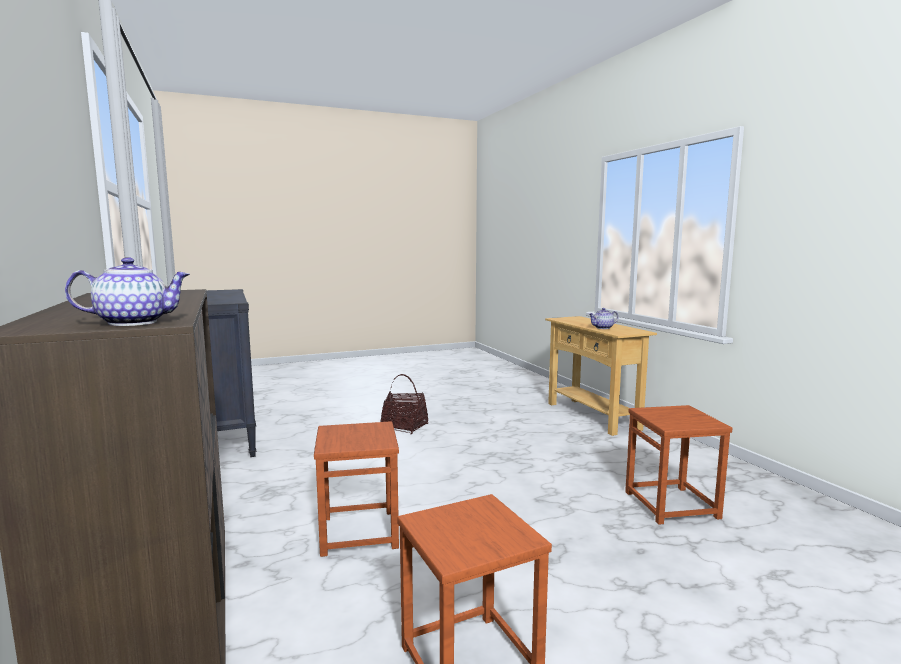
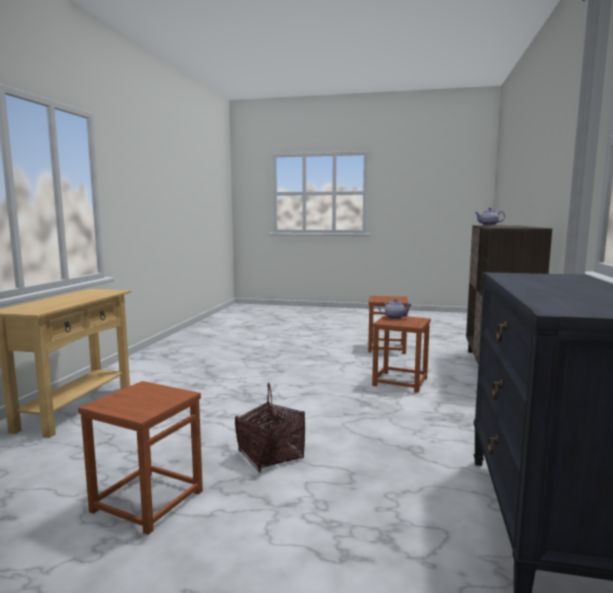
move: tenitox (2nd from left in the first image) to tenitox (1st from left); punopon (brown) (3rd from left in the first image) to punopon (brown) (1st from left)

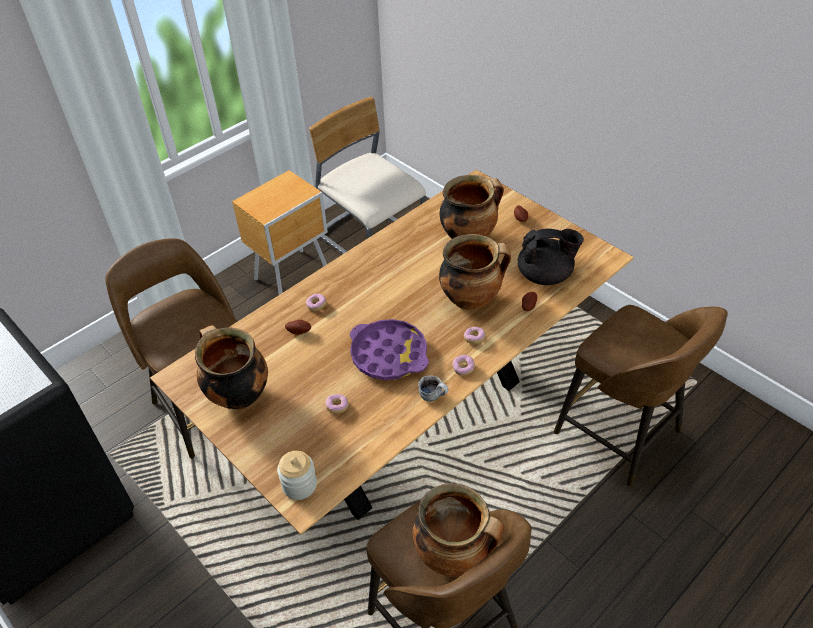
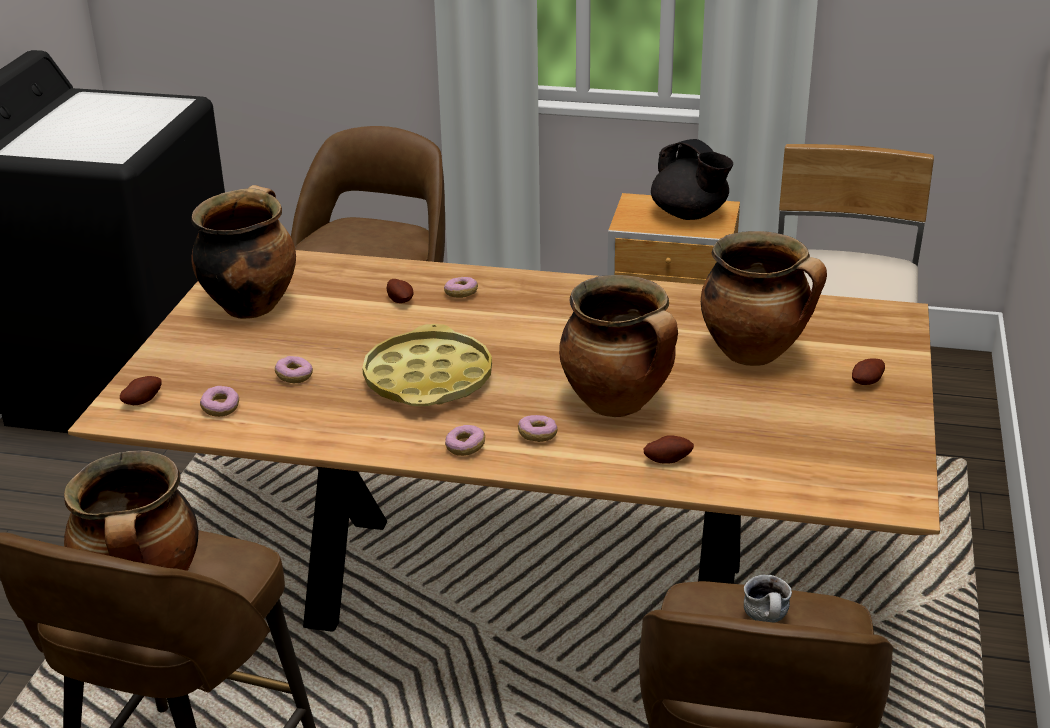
insert: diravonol (1st from left)
move: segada; tenitox (black)
replace: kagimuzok to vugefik (1st from left)
recolor: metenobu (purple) to metenobu (yellow)

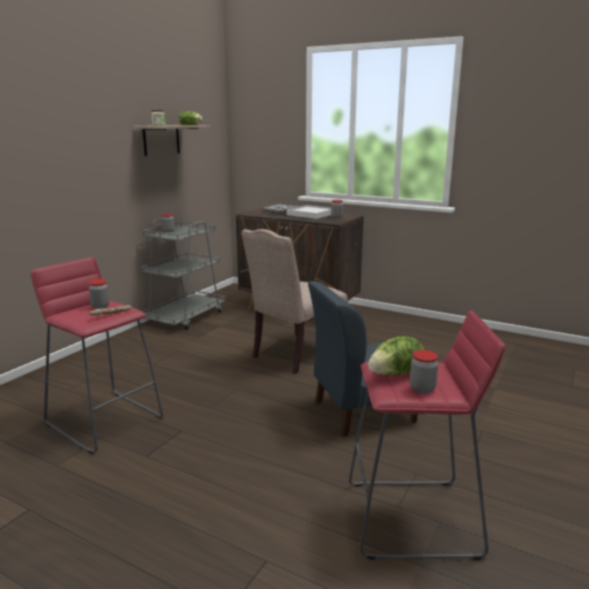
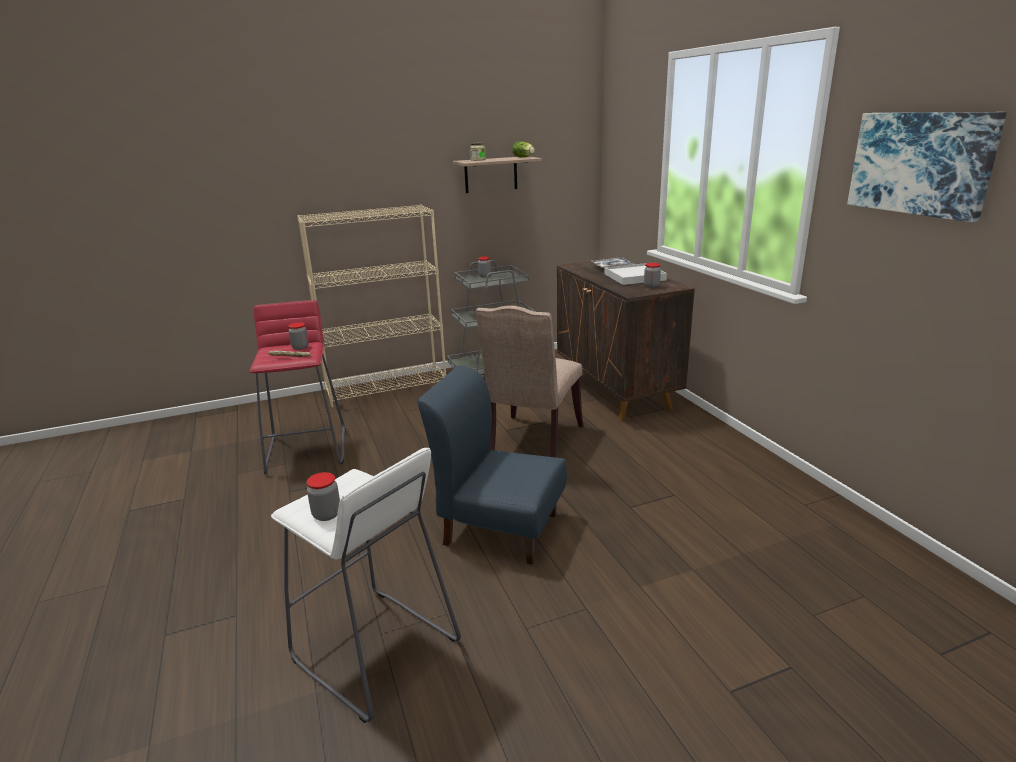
delete: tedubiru (2nd from left)
insert: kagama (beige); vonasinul
recolor: punopon (red) (2nd from left) to punopon (white)
rotate: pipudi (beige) 60 degrees counterclockwise

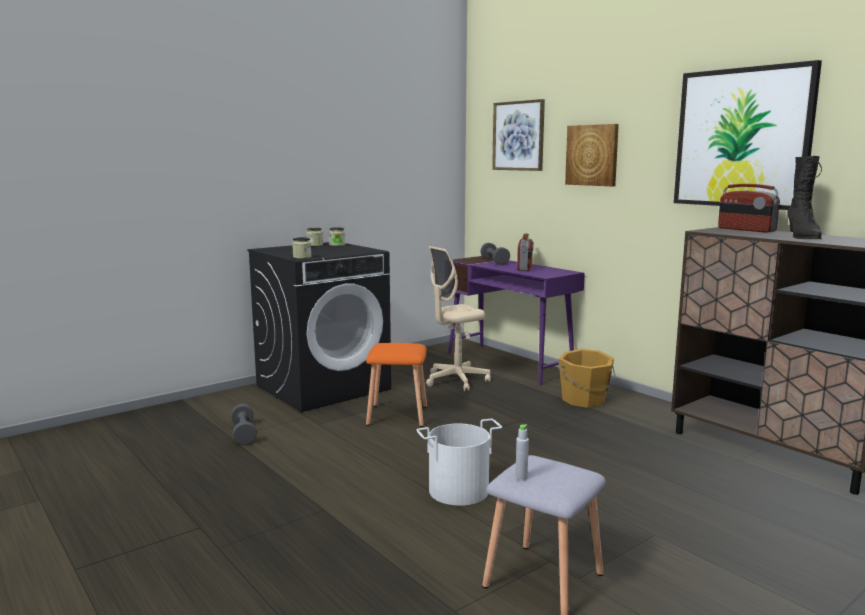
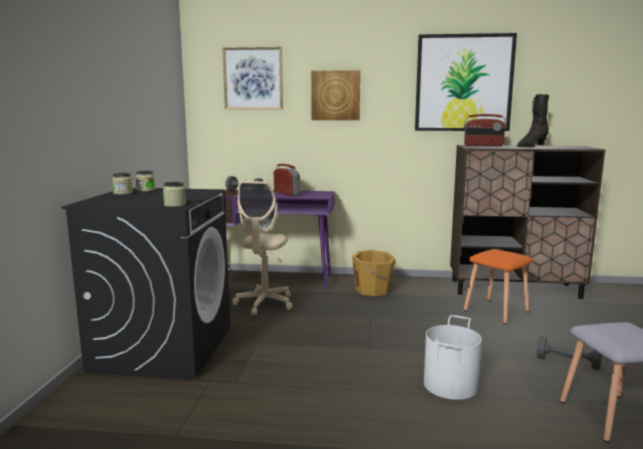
delete: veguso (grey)
move: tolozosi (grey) (1st from left in the first image) to tolozosi (grey) (2nd from left); punopon (orange)
rotate: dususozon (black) 90 degrees clockwise

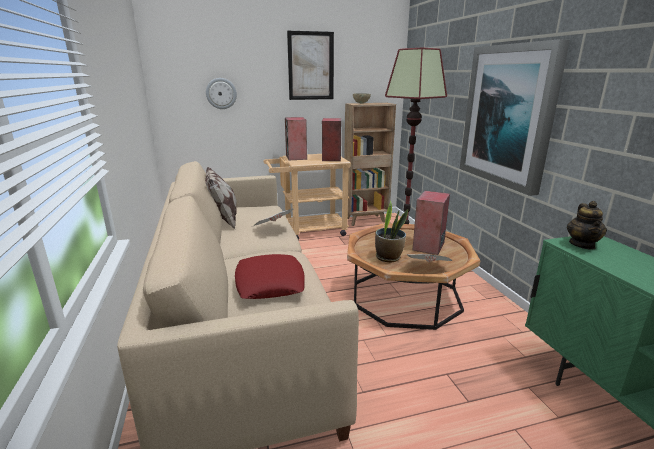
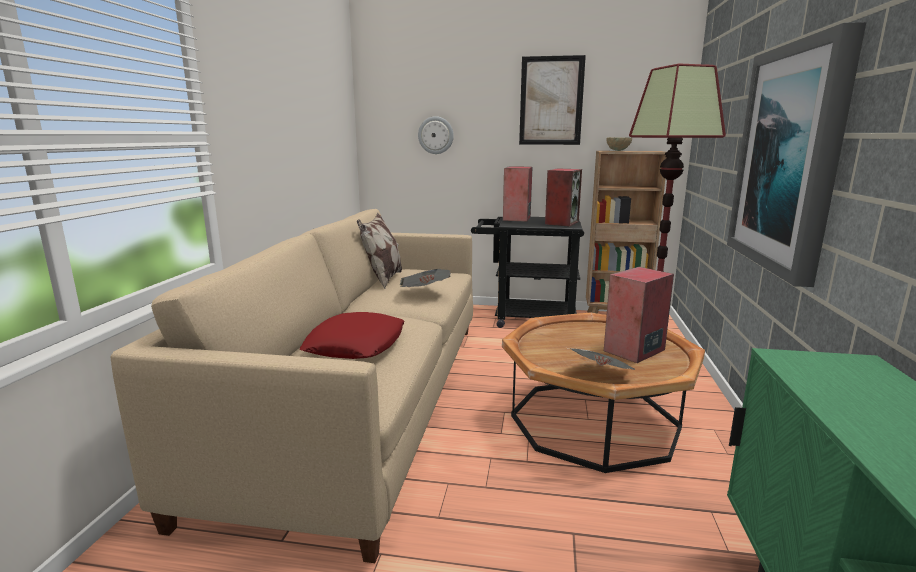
delete: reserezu; tenitox
recolor: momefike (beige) to momefike (black)

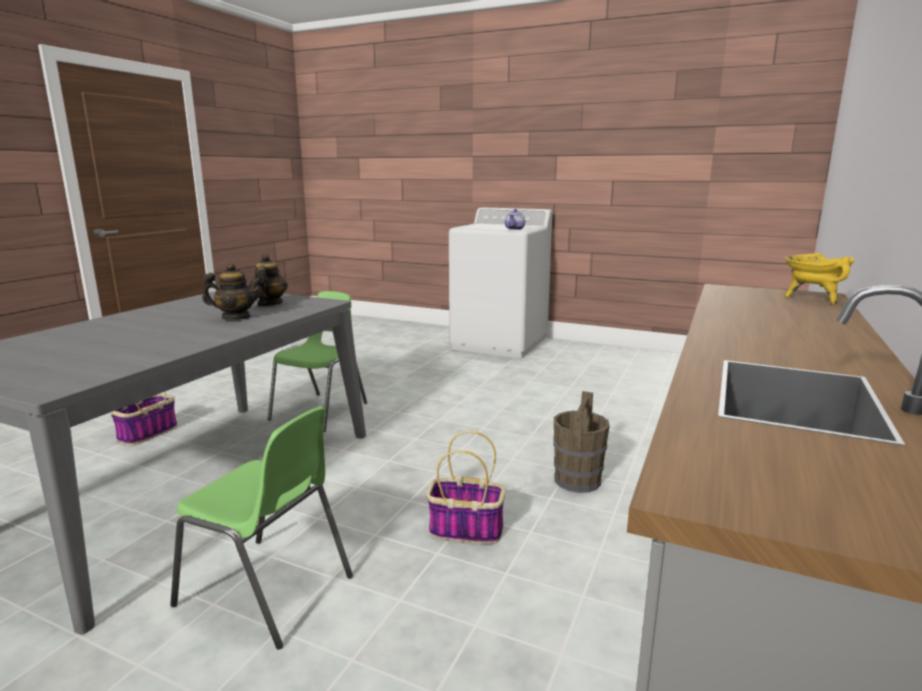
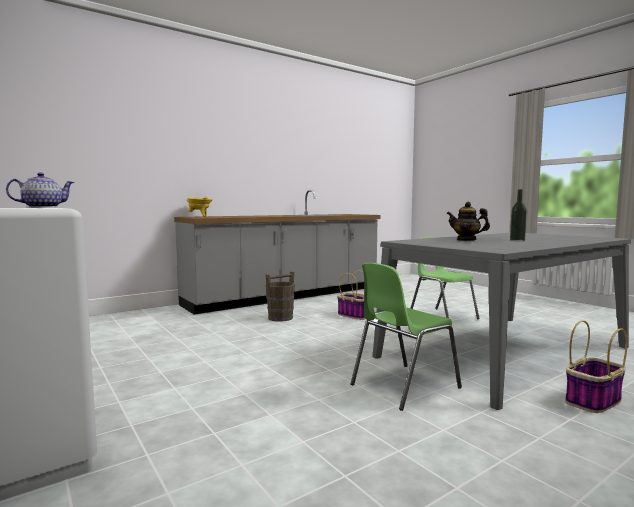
delete: tenitox (2nd from left)
insert: veguso

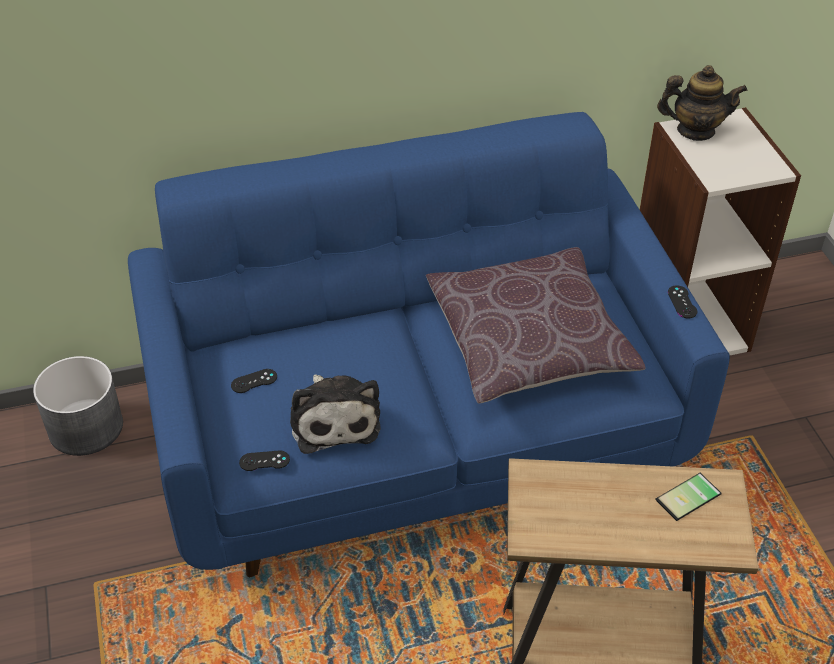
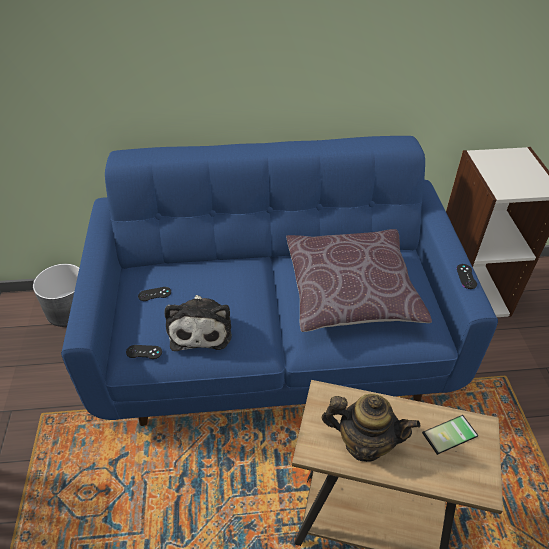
move: tenitox

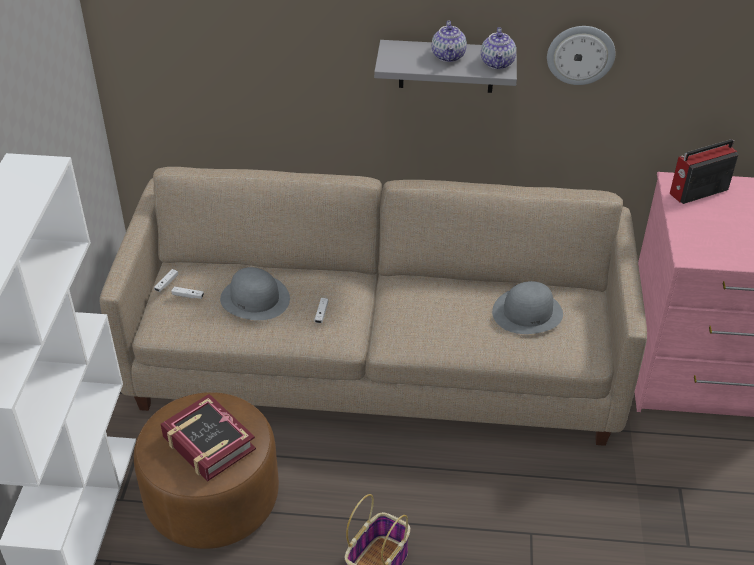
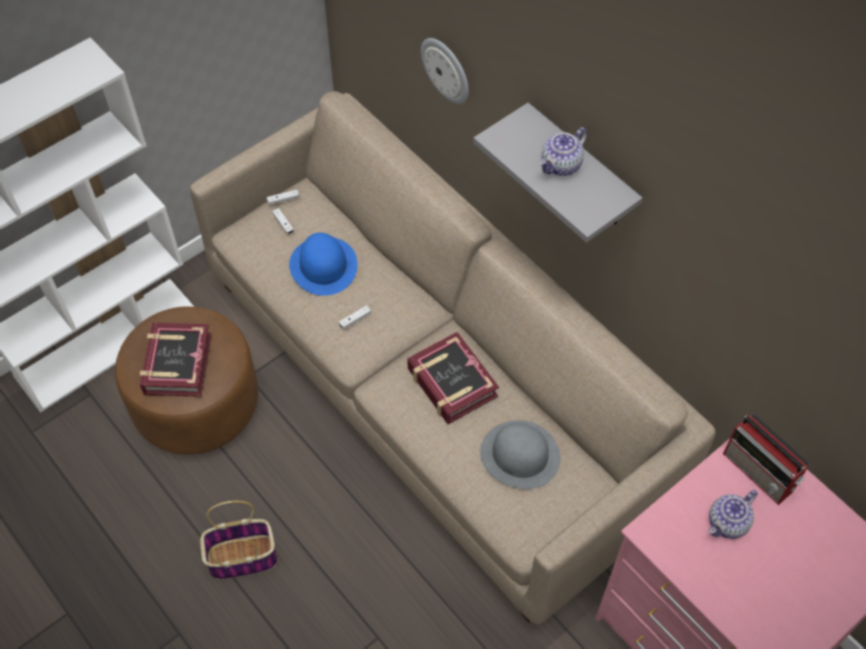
insert: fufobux (2nd from left)
move: tenitox (2nd from left); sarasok
recolor: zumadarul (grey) (1st from left) to zumadarul (blue)
rotate: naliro 150 degrees counterclockwise

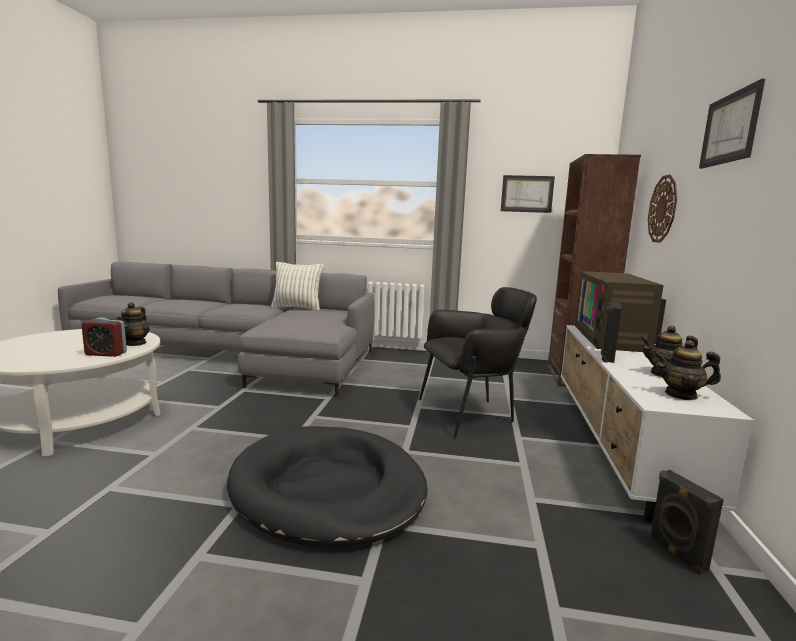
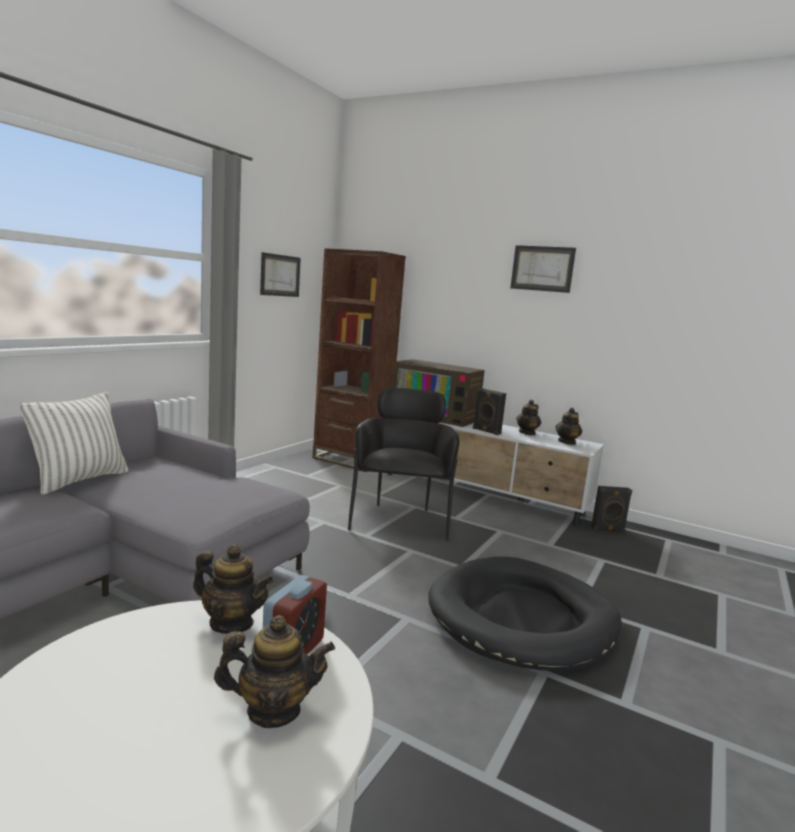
delete: sarasok
insert: tenitox (2nd from left)

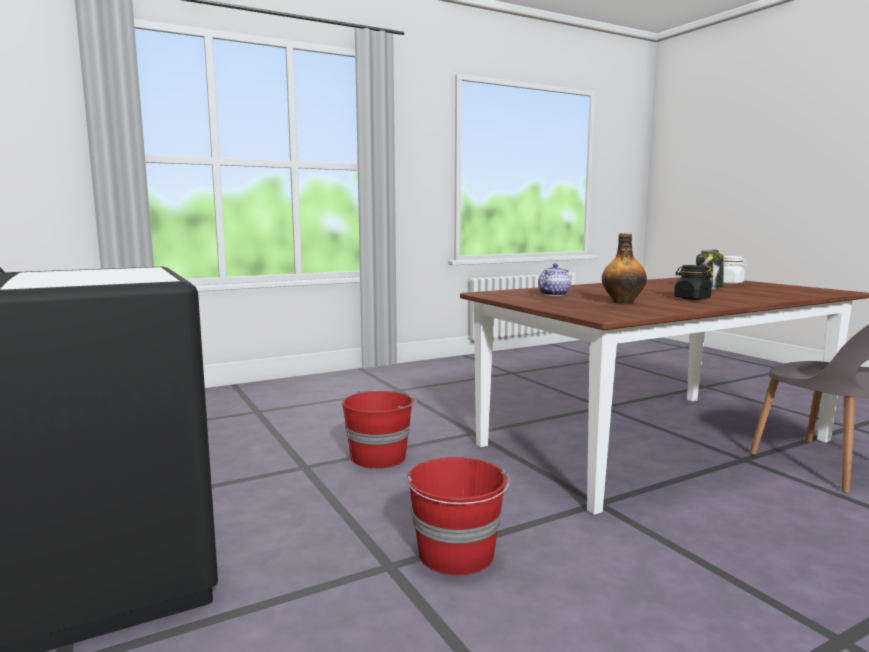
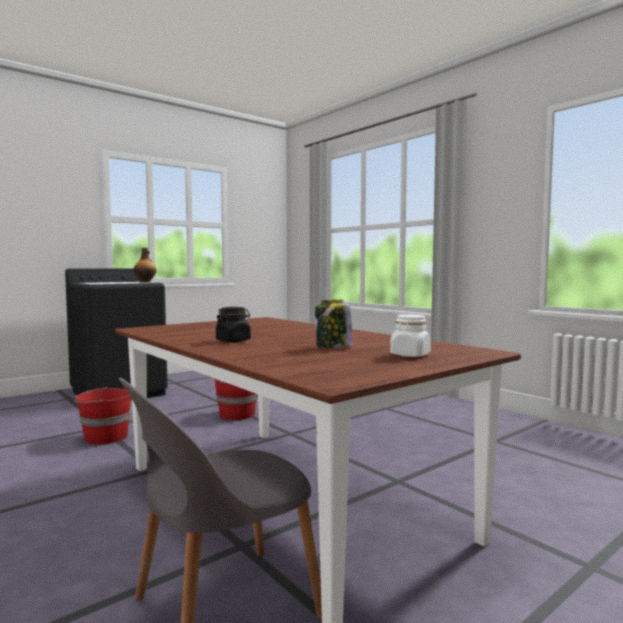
delete: tenitox
move: veguso

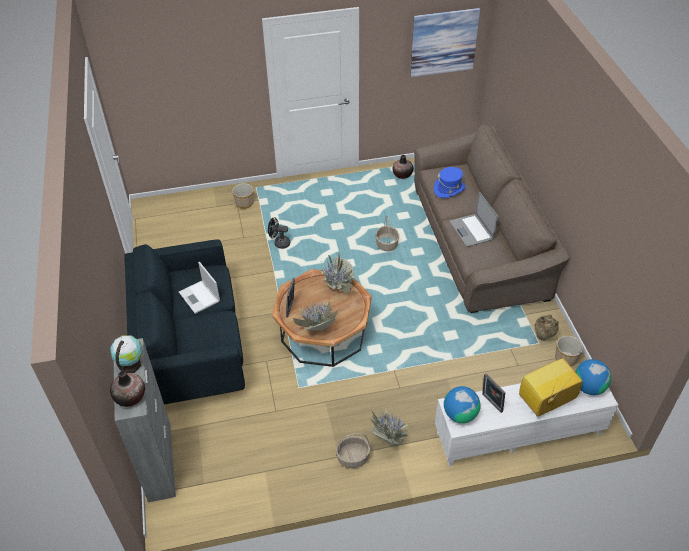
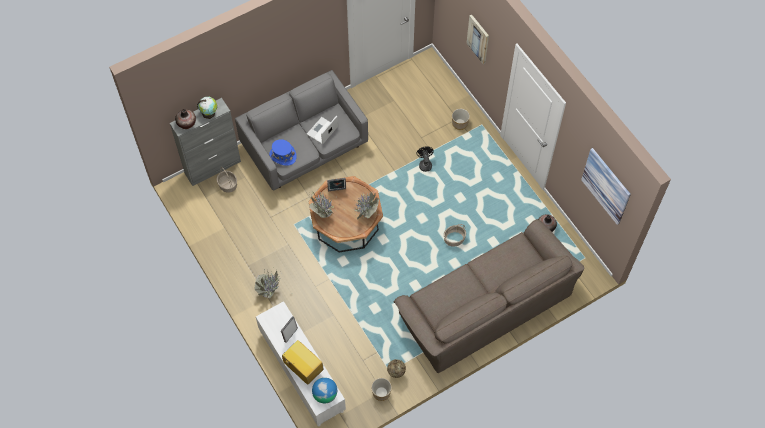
delete: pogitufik (2nd from left); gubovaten (2nd from left)
insert: vonasinul (1st from left)
move: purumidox (1st from left); zumadarul (blue)
recolor: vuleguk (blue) to vuleguk (grey)

